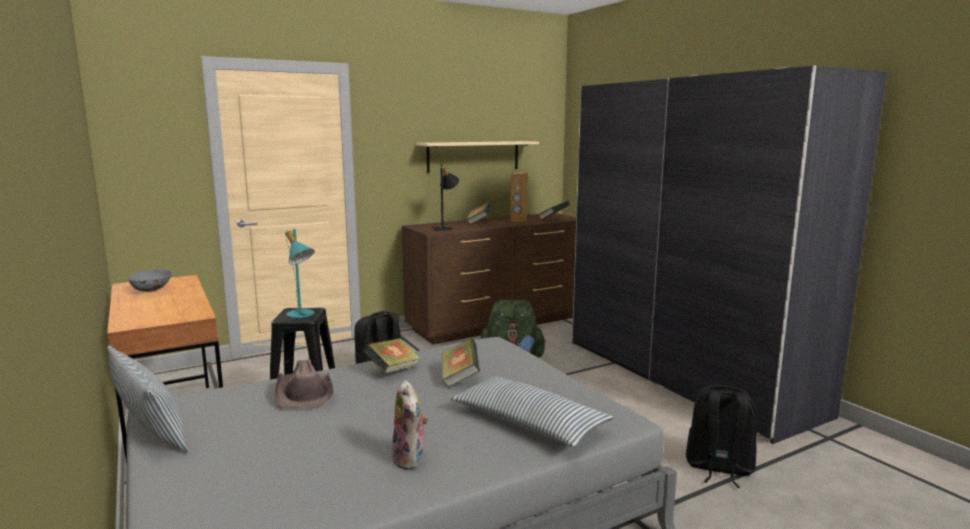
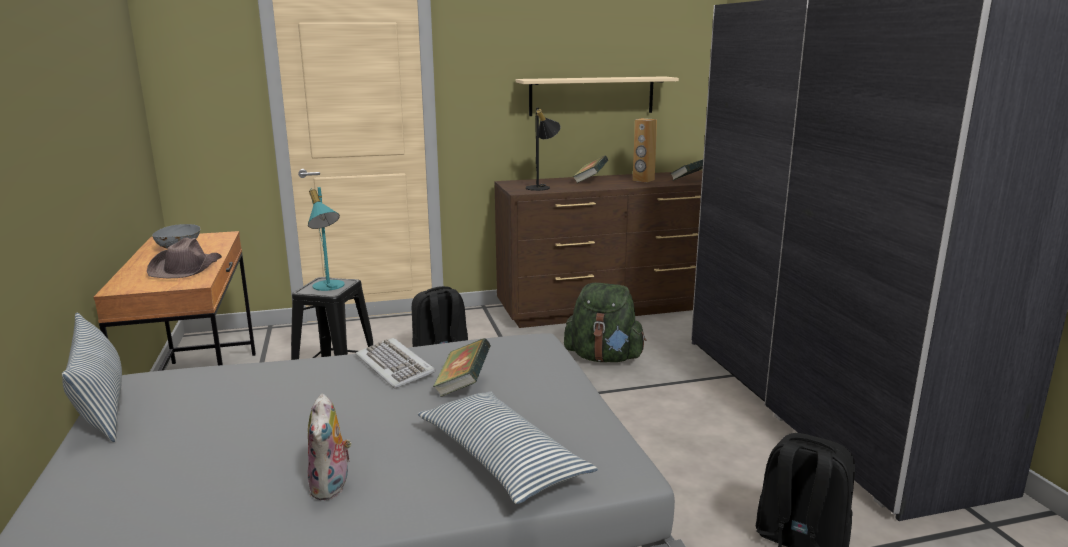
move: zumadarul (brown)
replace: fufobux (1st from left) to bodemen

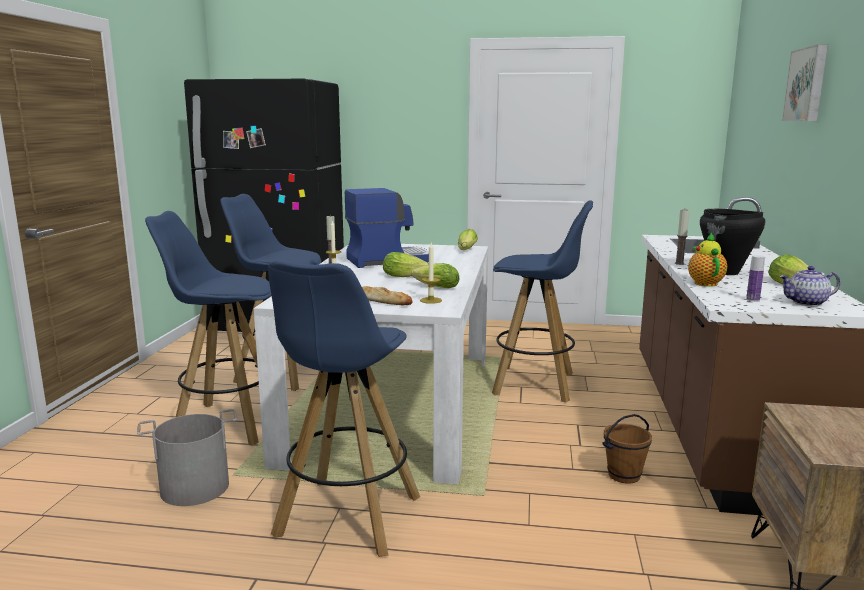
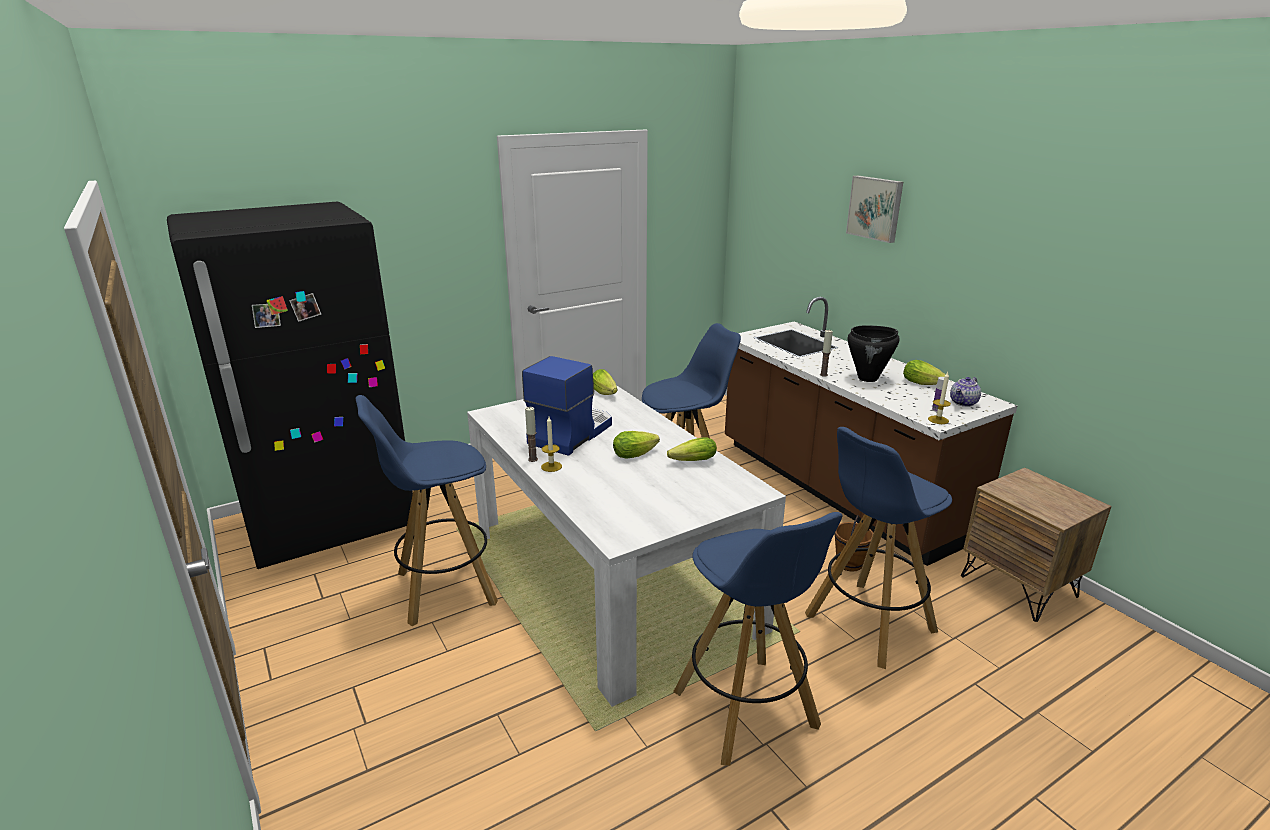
delete: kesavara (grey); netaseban; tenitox (1st from left)
move: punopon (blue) (1st from left in the first image) to punopon (blue) (4th from left); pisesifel (3rd from left in the first image) to pisesifel (4th from left)

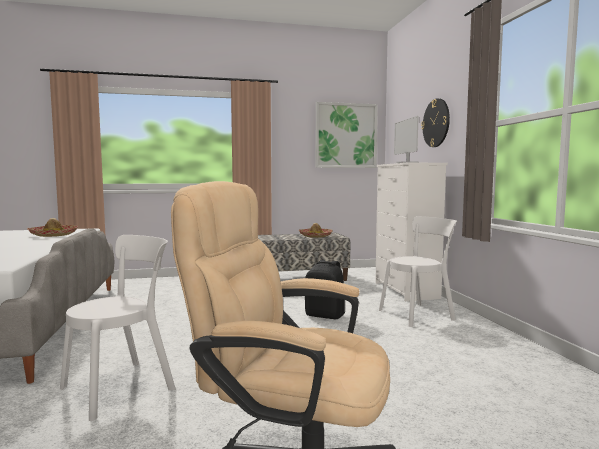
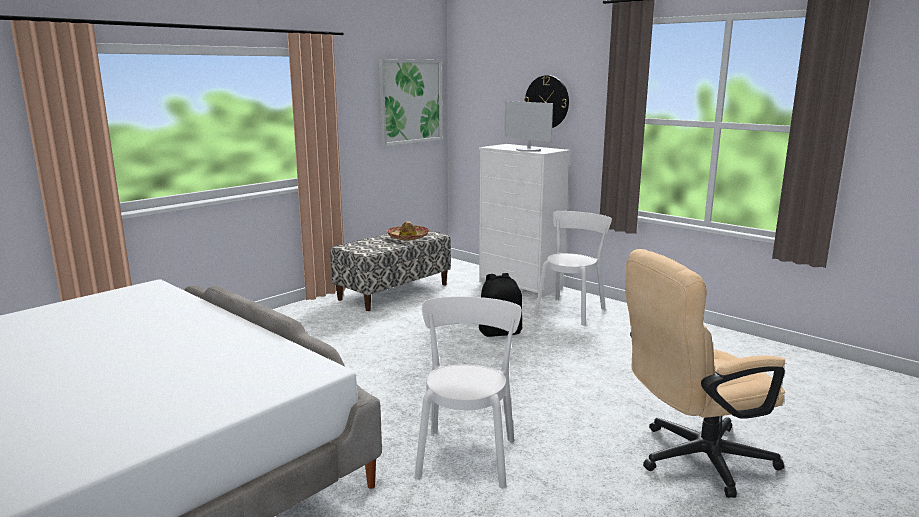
delete: zumadarul (1st from left)

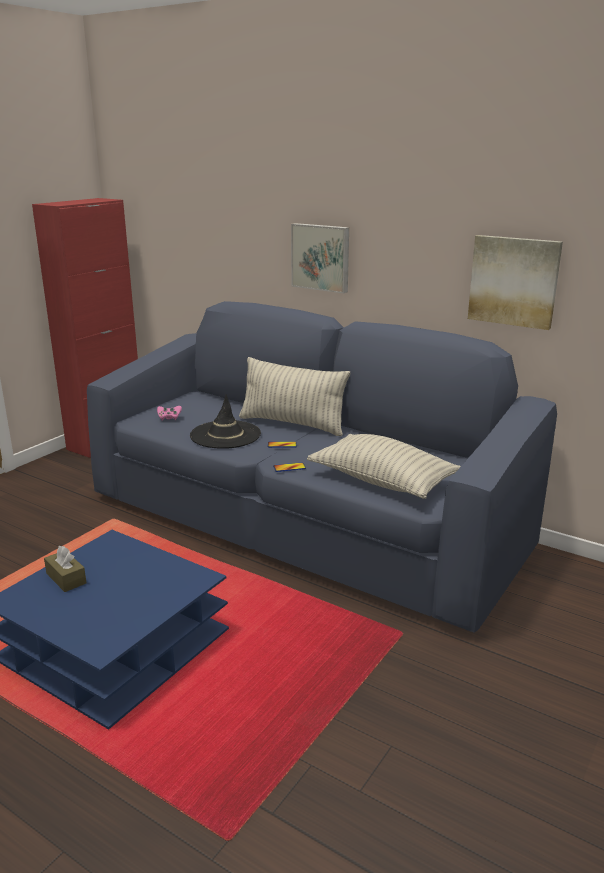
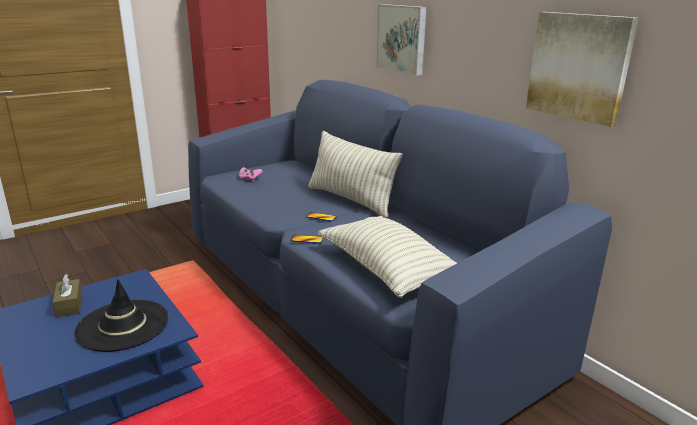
move: zumadarul (black)

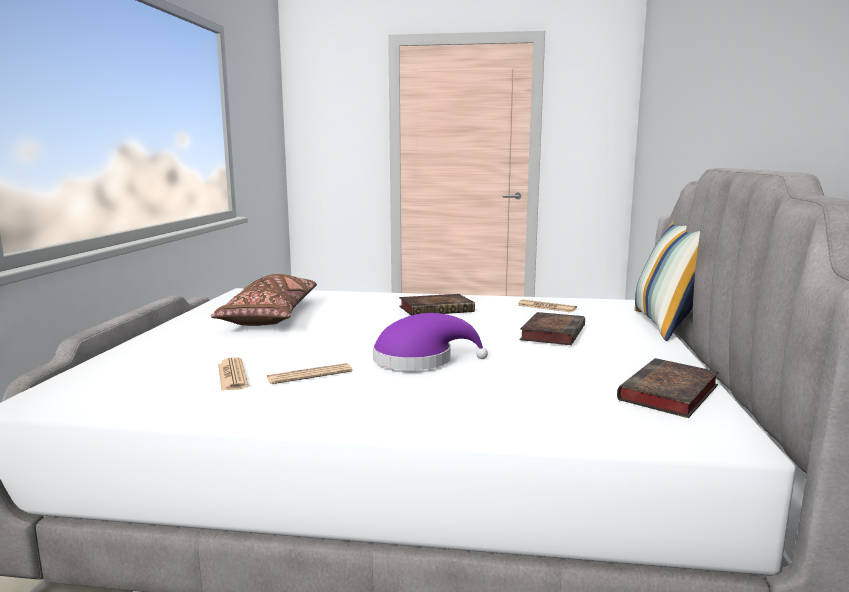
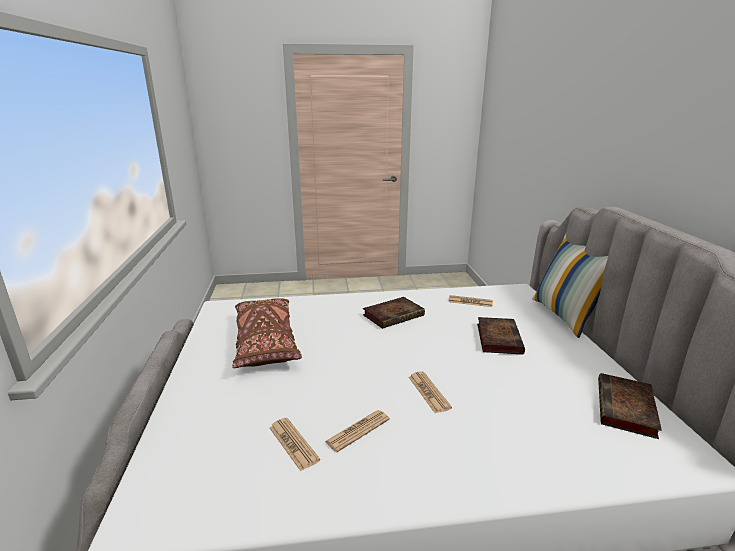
replace: zumadarul (purple) to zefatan (3rd from left)

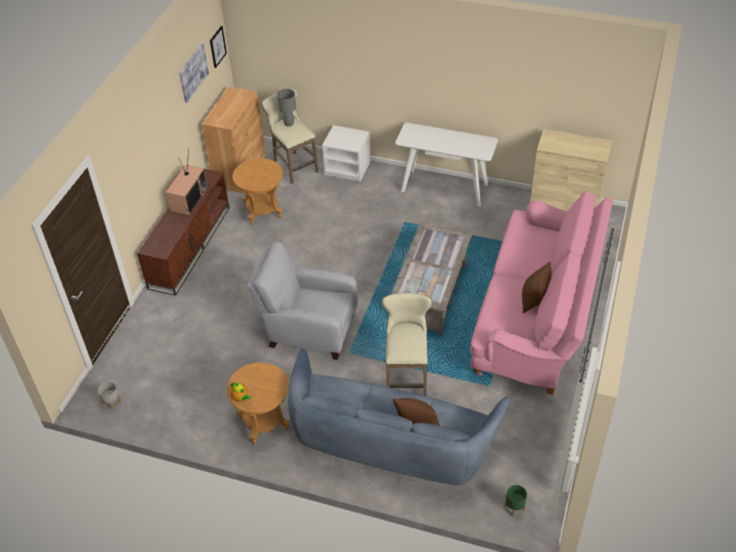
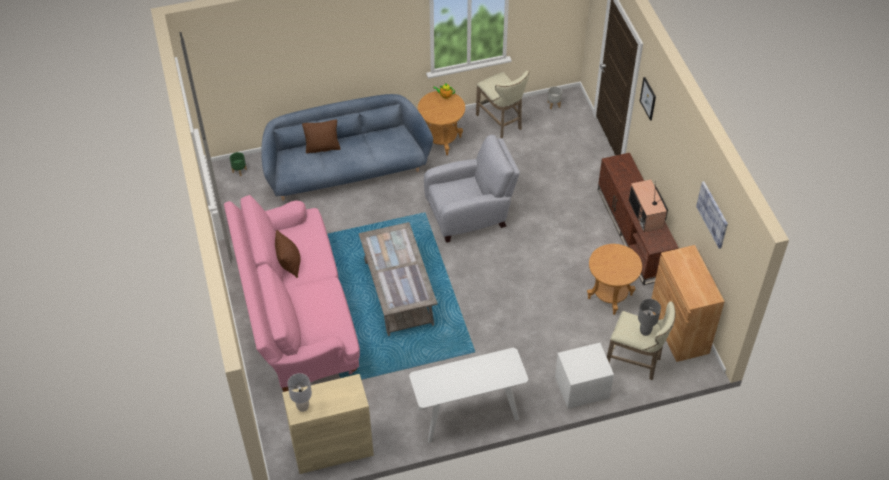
insert: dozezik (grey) (1st from left)
move: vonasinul (2nd from left in the first image) to vonasinul (1st from left); punopon (beige) (2nd from left in the first image) to punopon (beige) (1st from left)

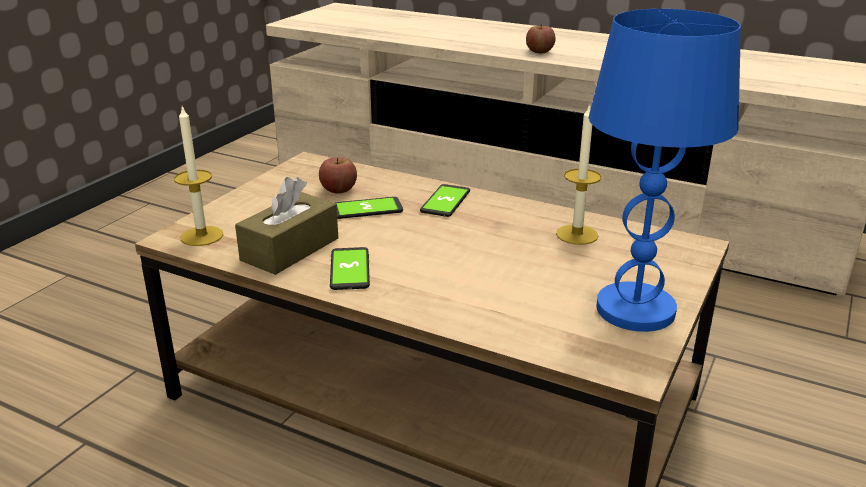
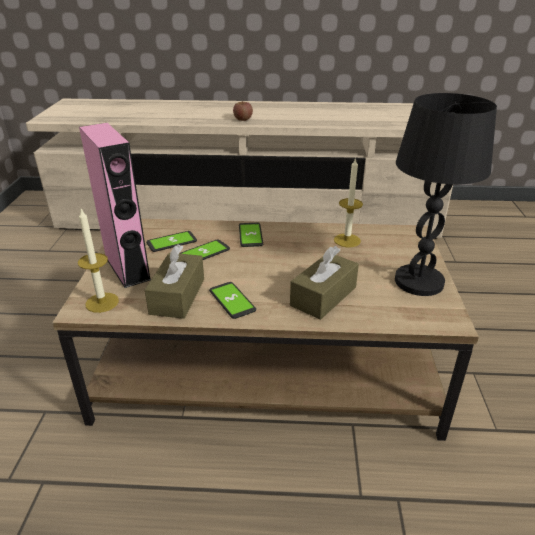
insert: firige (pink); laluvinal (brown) (2nd from left)
replace: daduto (1st from left) to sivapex (1st from left)
recolor: dozezik (blue) to dozezik (black)

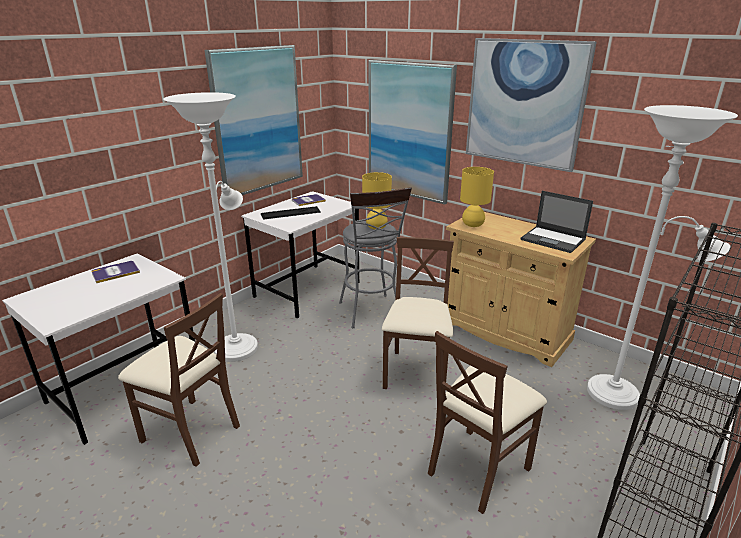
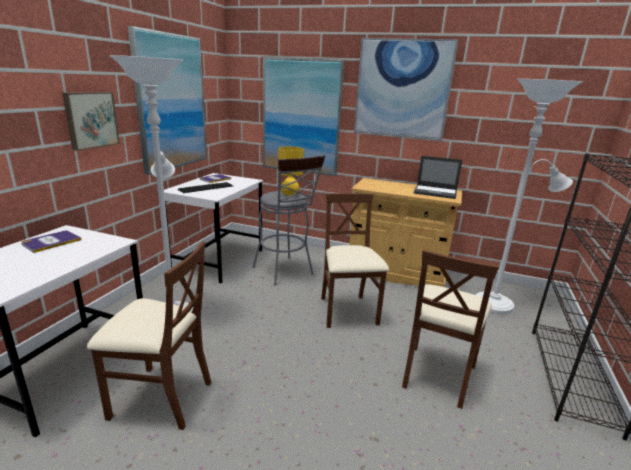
delete: dozezik (yellow) (2nd from left)
insert: vonasinul (1st from left)

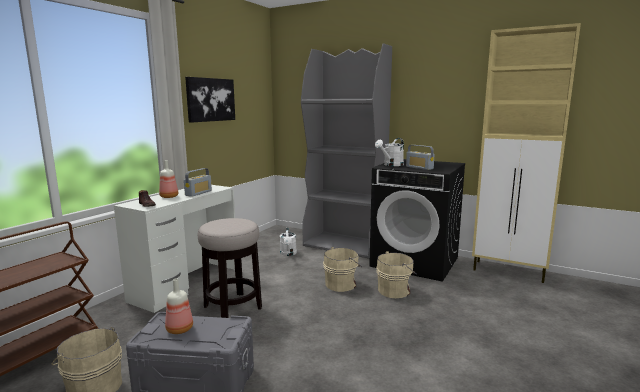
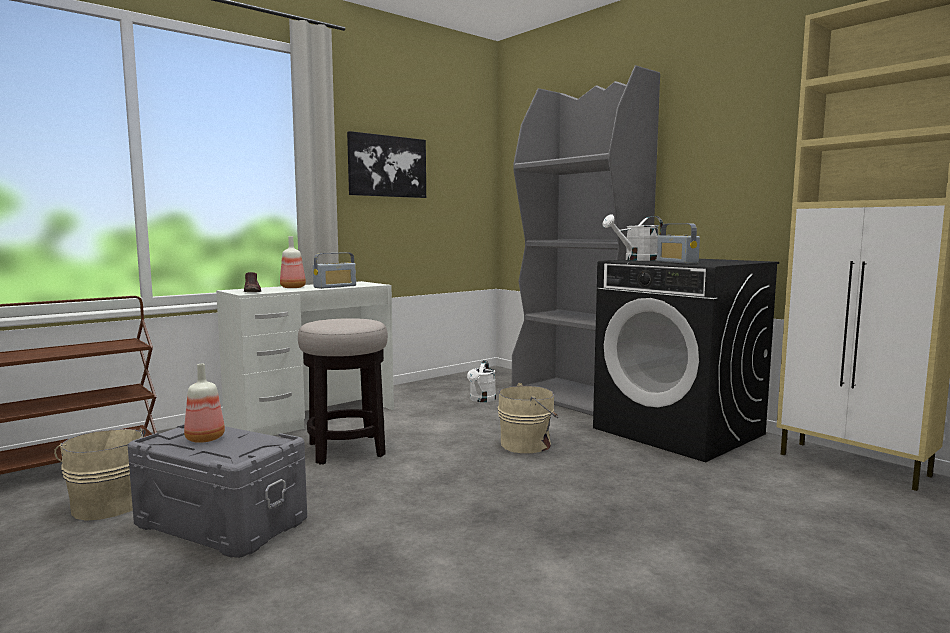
delete: kesavara (beige) (3rd from left)

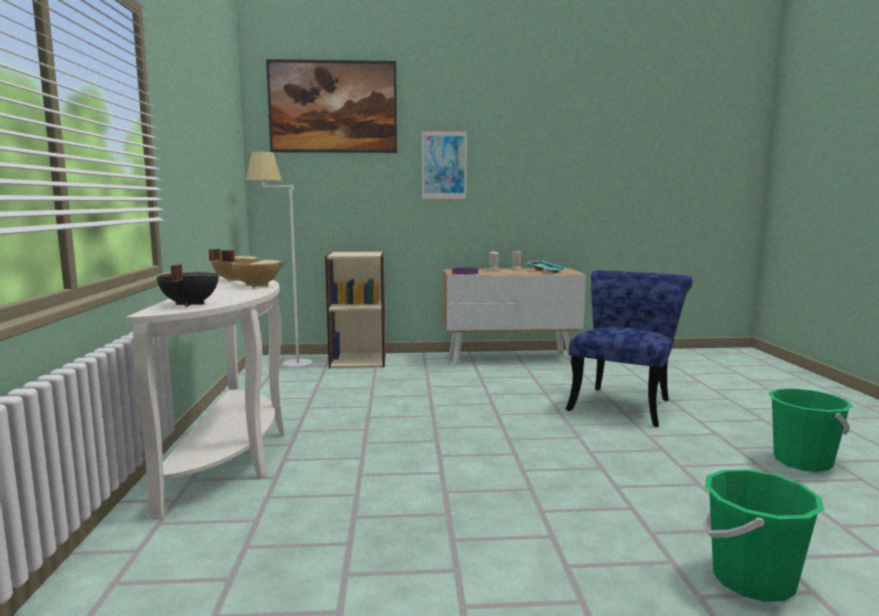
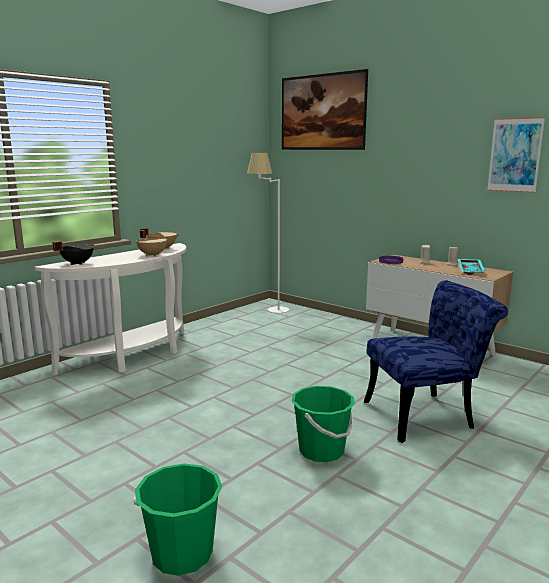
delete: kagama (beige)
move: vonasinul (2nd from left); kesavara (green) (2nd from left)

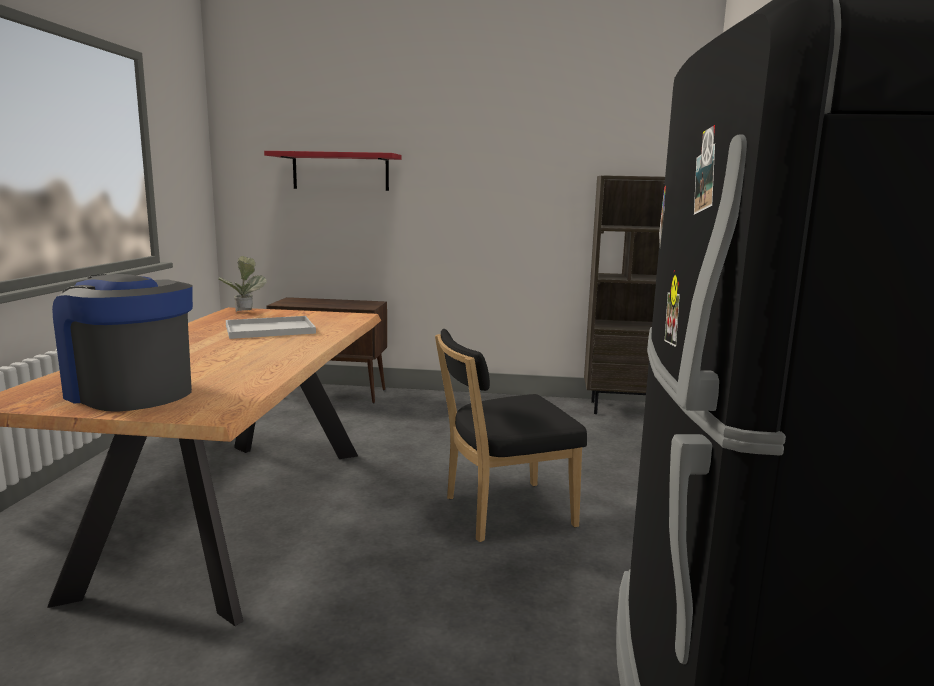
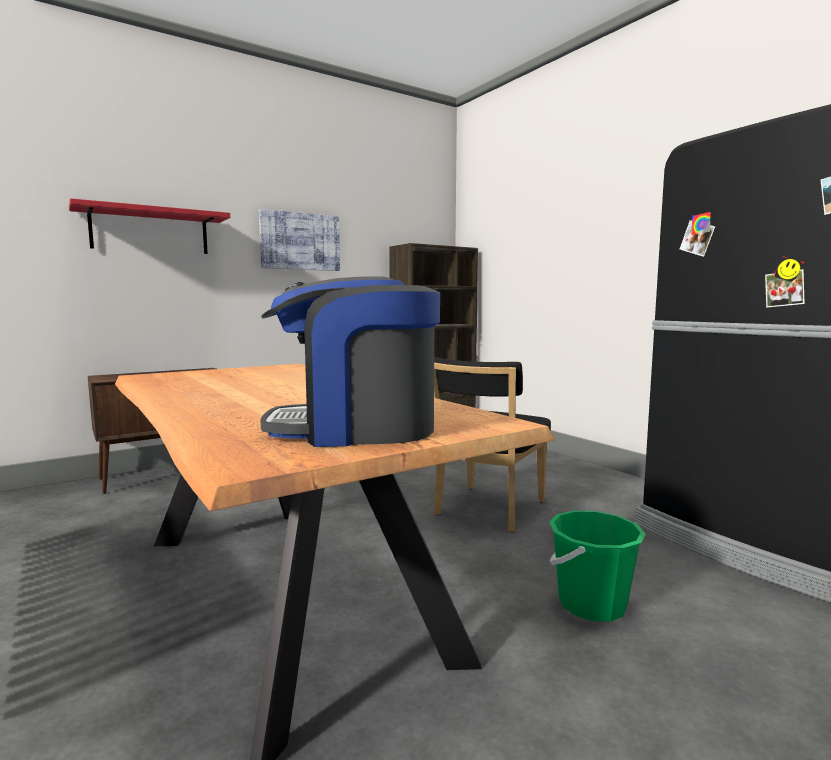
delete: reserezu; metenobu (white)
insert: vonasinul; kesavara (green)

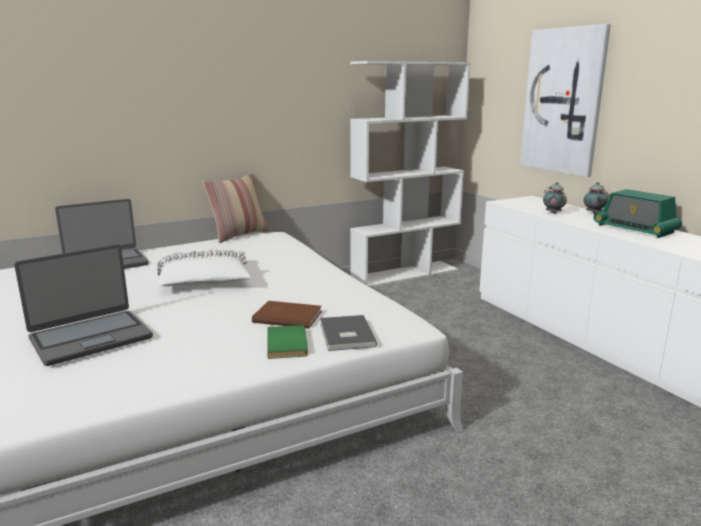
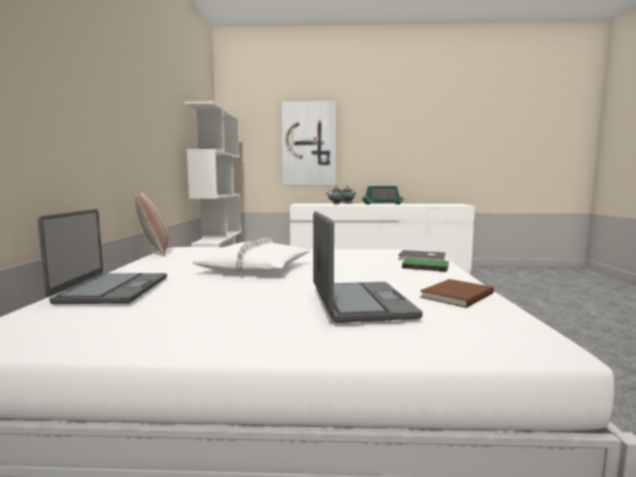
move: fufobux (brown)

